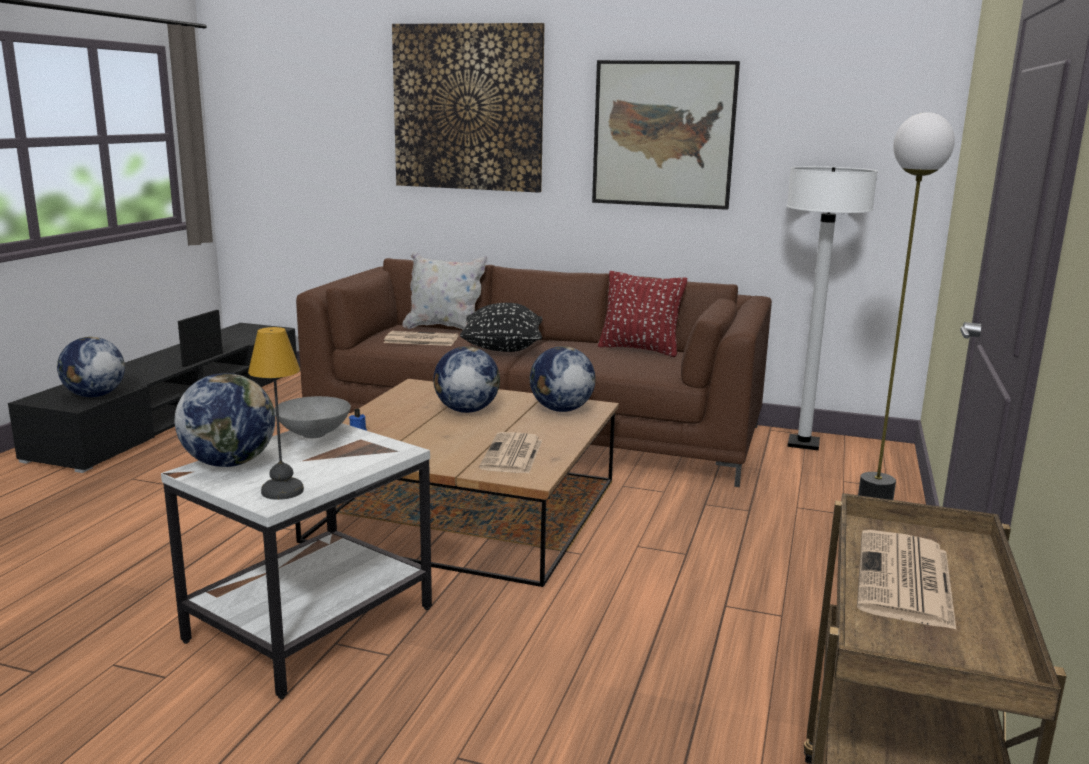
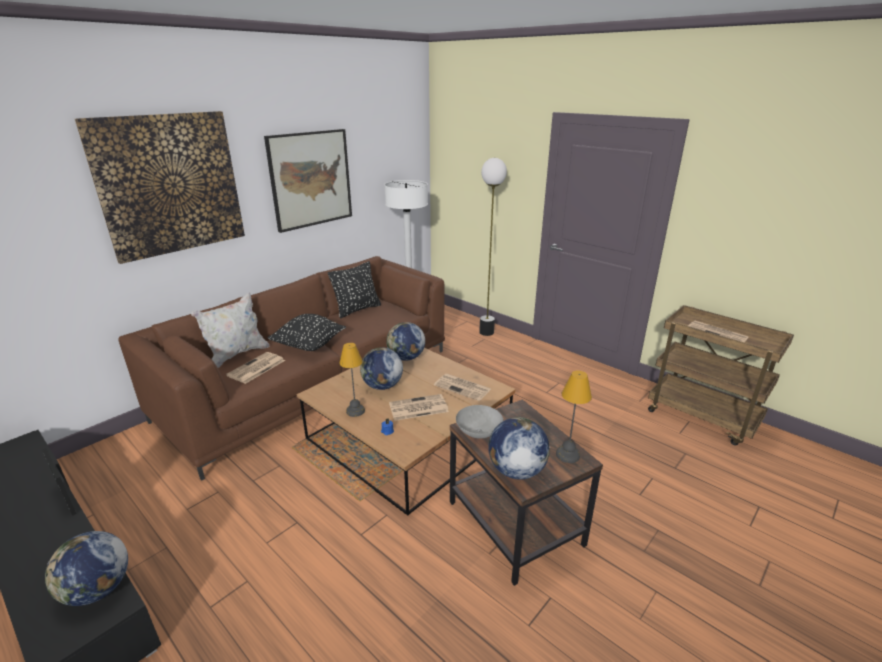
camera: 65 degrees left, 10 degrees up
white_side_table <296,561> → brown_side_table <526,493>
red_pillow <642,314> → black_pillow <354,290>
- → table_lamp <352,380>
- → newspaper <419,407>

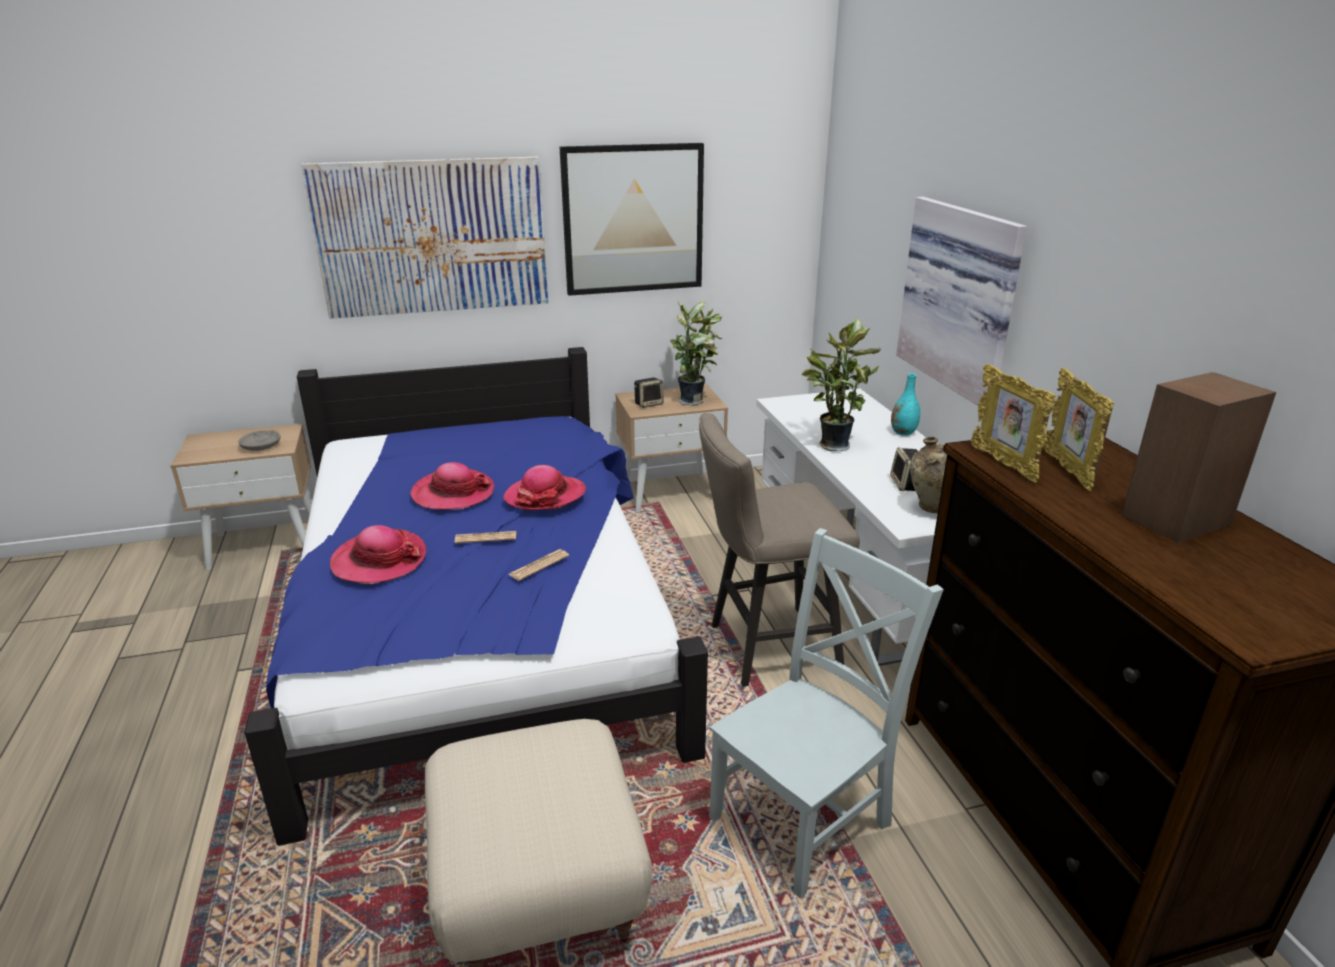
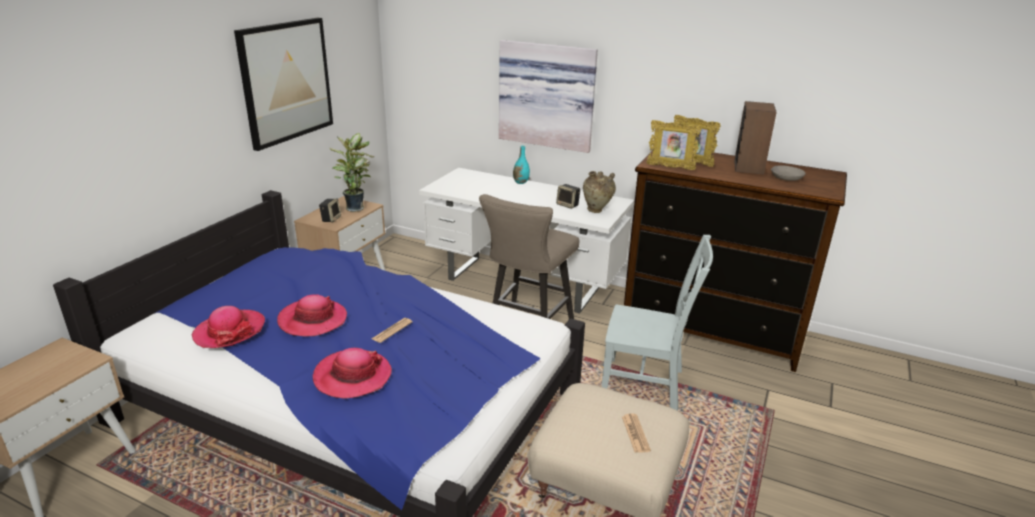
camera: 50 degrees left, 0 degrees up
grey_bowl <259,440> → grey_bowl <788,173>, moved
picture <424,238> → -
hat <544,487> → hat <228,327>, moved
newspaper <539,565> → newspaper <636,433>, moved
grey_chair <826,713> → grey_chair <657,323>, 105 degrees clockwise
potted_plant <841,384> → -

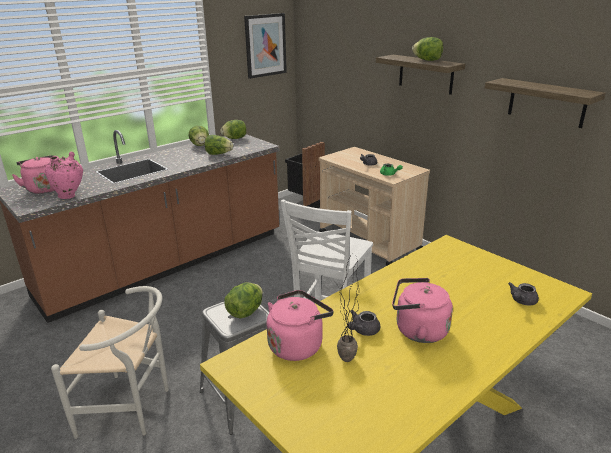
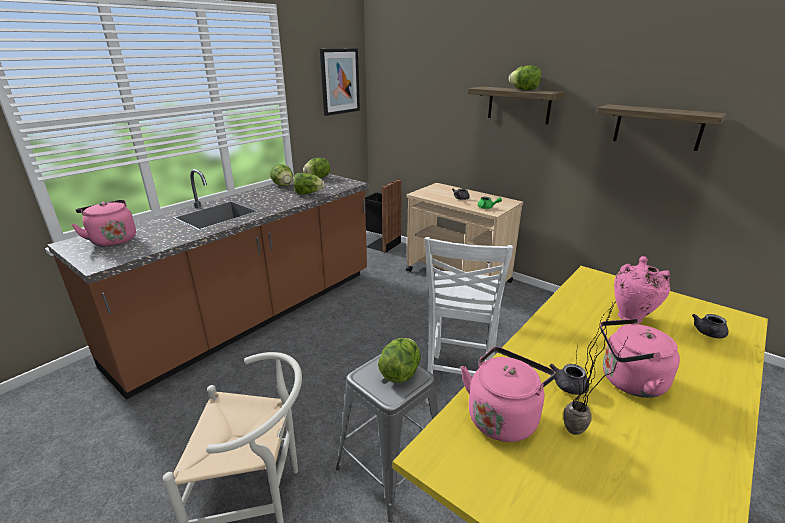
camera: 10 degrees left, 0 degrees up
pink_vase <64,175> → pink_vase <642,290>, moved

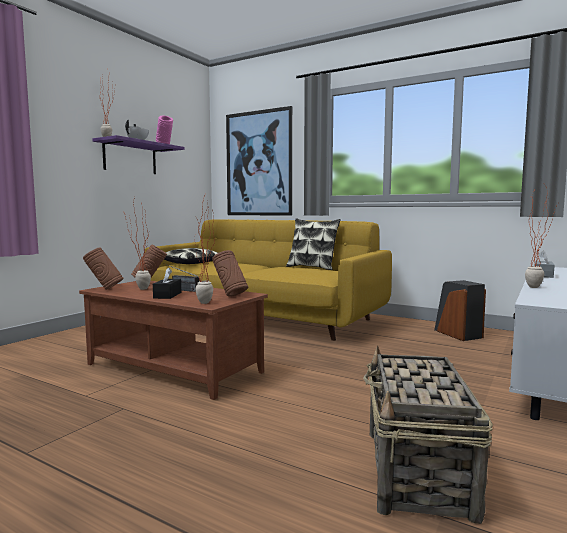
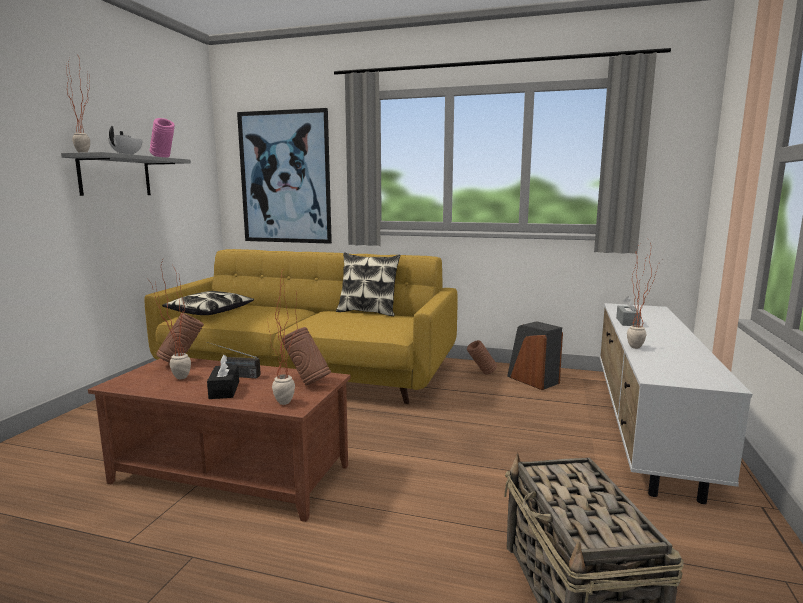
camera: 15 degrees left, 5 degrees up
brown_vase <103,268> → brown_vase <482,357>, moved
purple_shelf <138,154> → grey_shelf <126,174>

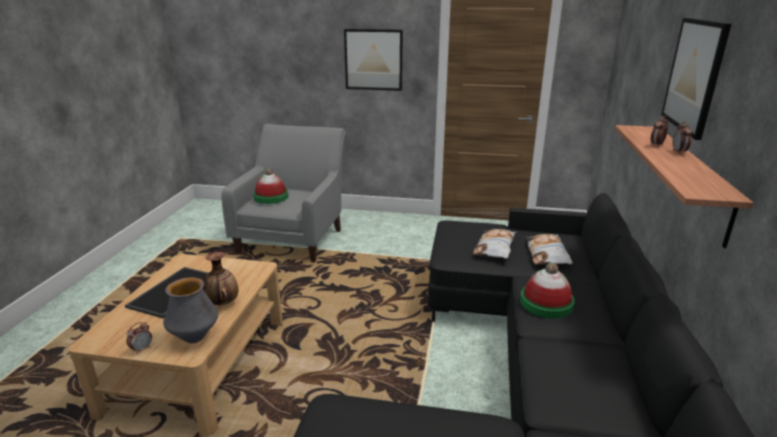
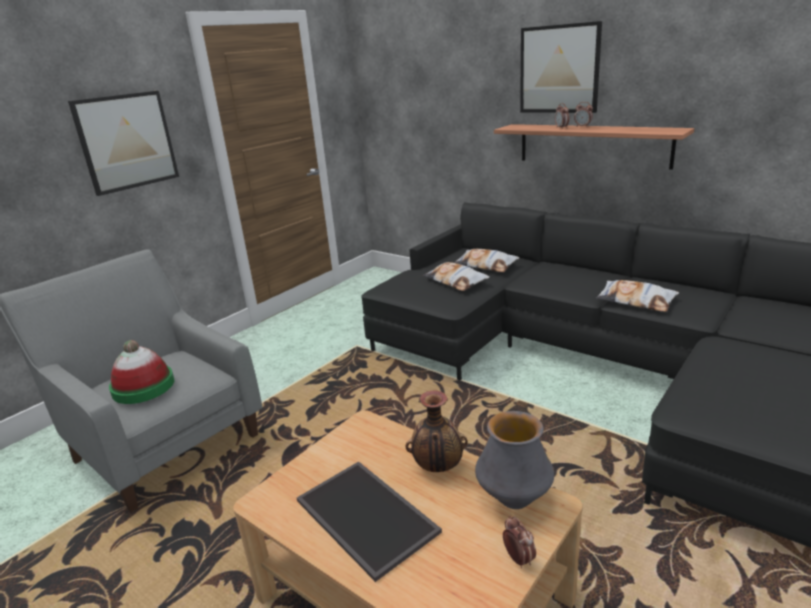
camera: 60 degrees left, 0 degrees up
hat <547,290> → -
- → pillow <637,296>

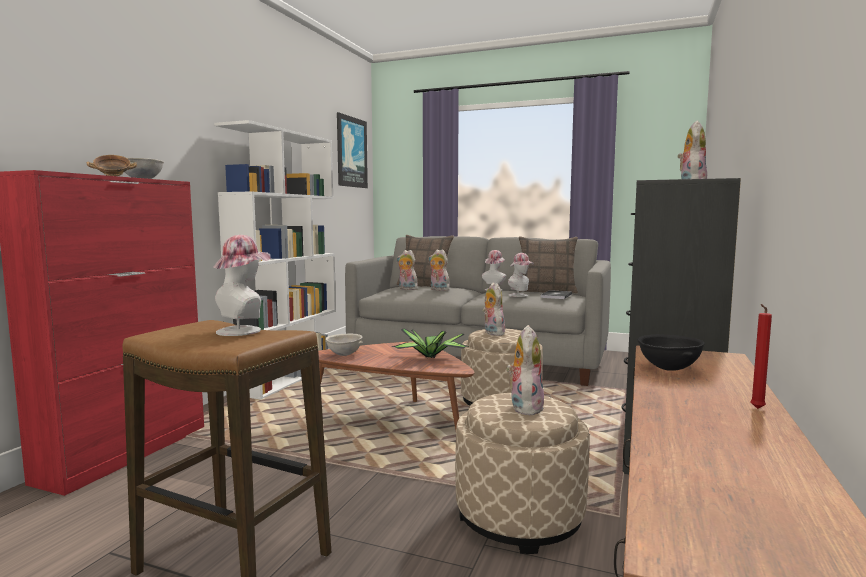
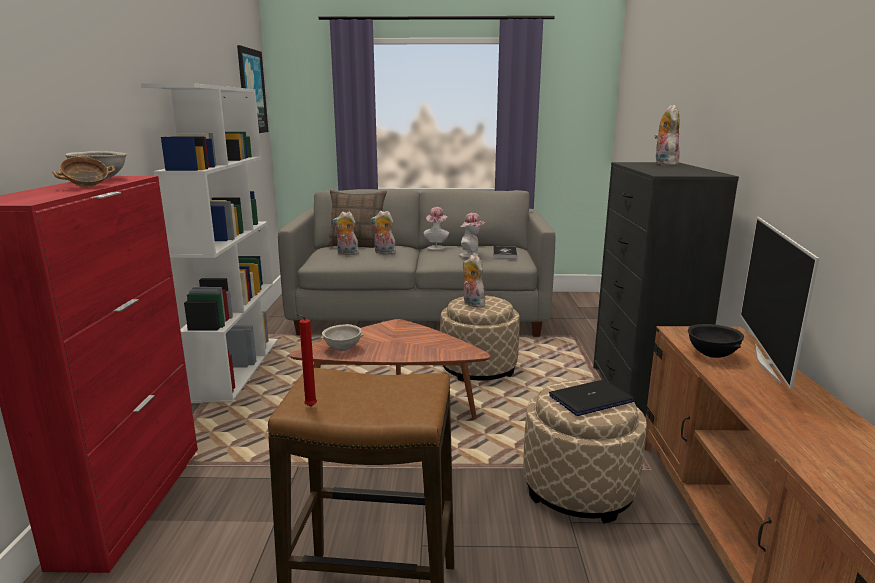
camera: 20 degrees left, 10 degrees up
hat <241,285> → -
potted_plant <431,344> → -
plush_toy <525,370> → laptop <591,398>
pillow <548,265> → -
red_candle <761,356> → red_candle <306,360>, moved
- → television <779,303>

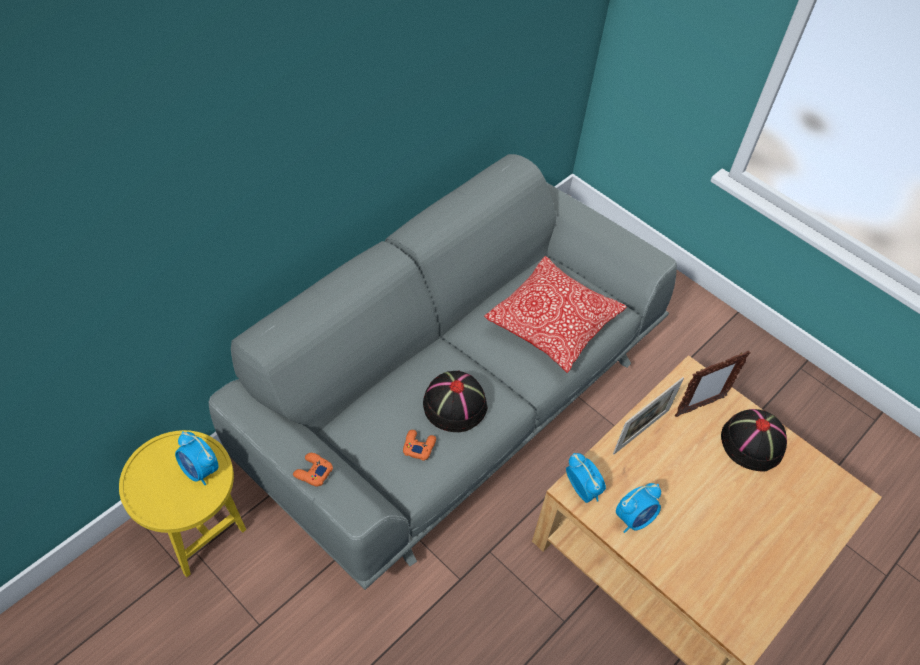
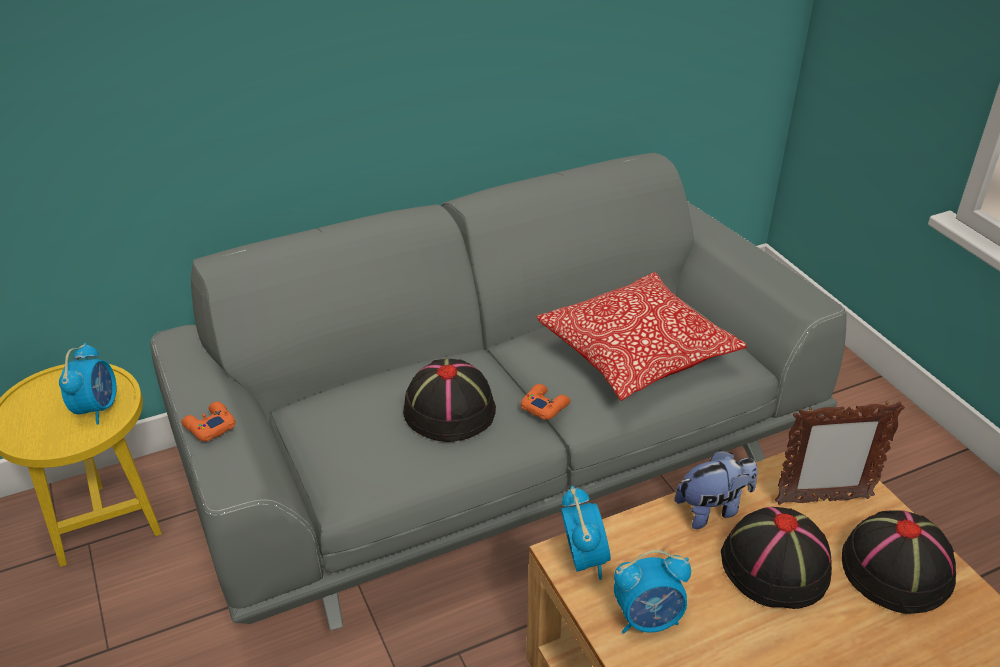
camera: 25 degrees right, 15 degrees down
alarm_clock <196,458> → alarm_clock <87,384>, 150 degrees counterclockwise
orange_game_controller <419,445> → orange_game_controller <546,402>, moved
picture_frame <648,415> → plush_toy <716,489>
- → black_hat <776,558>

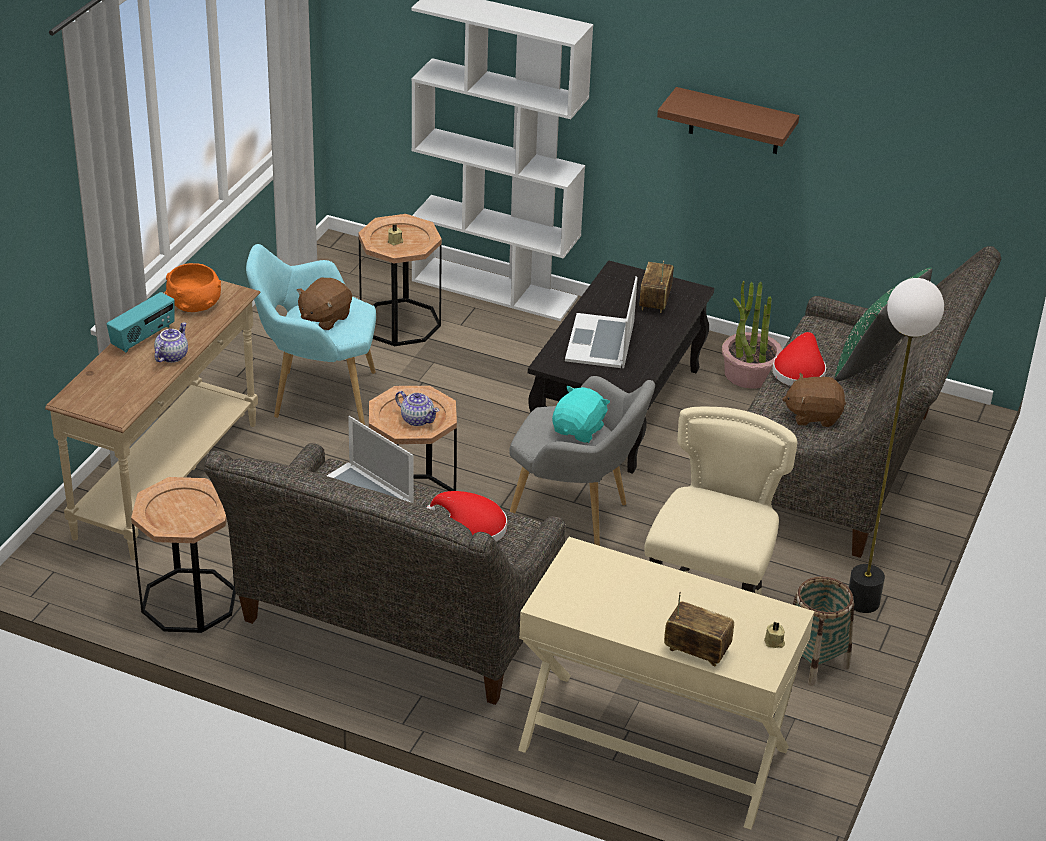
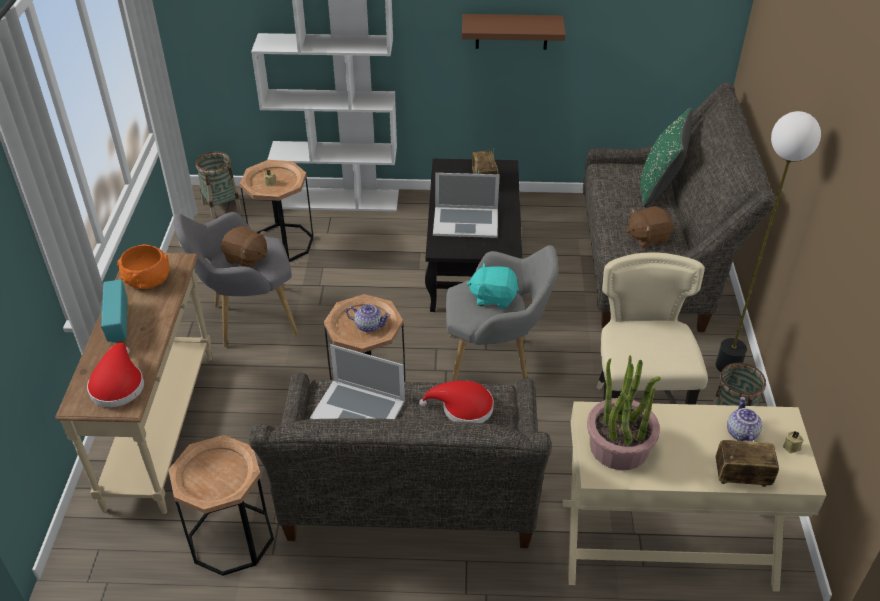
camera: 20 degrees left, 5 degrees up
radio <141,322> → radio <114,311>, 150 degrees clockwise
teapot <171,342> → teapot <744,419>, moved
turquoise_armchair <311,334> → grey_armchair <236,279>
brown_plush_toy <324,304> → brown_plush_toy <243,247>, 75 degrees counterclockwise
turquoise_plush_toy <581,414> → turquoise_plush_toy <493,285>, 90 degrees counterclockwise
laptop <601,322> → laptop <466,205>, 75 degrees counterclockwise
potted_plant <752,335> → potted_plant <624,412>, moved
red_hat <799,359> → red_hat <115,375>, moved
- → basket <218,185>

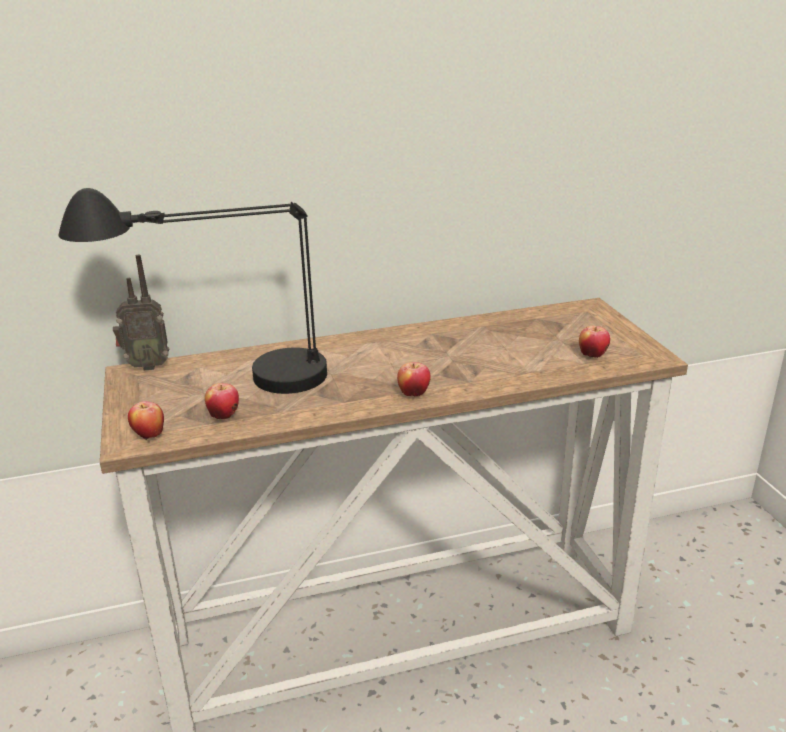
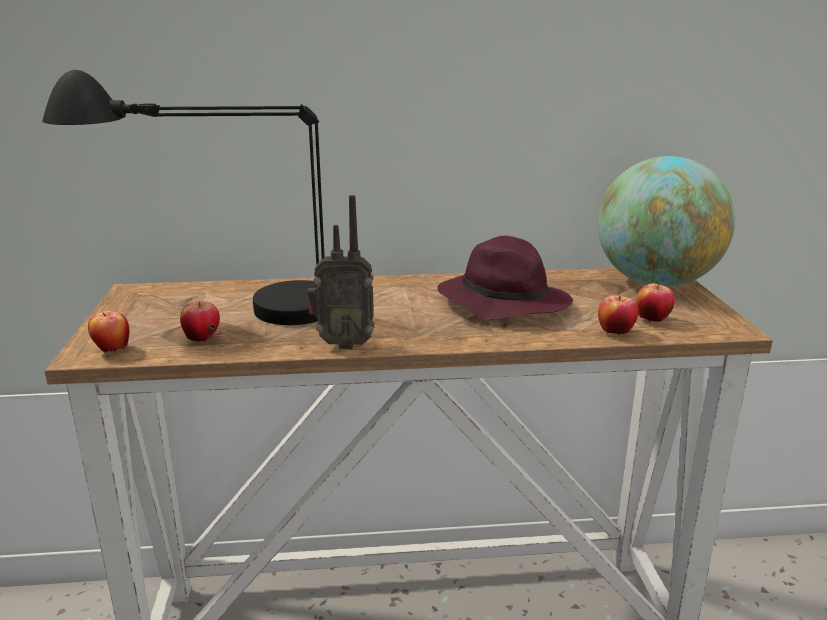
camera: 10 degrees right, 5 degrees down
radio <141,312> → radio <341,272>, moved
apple <414,379> → apple <618,315>, moved
- → purple_hat <505,278>
- → globe <666,221>

